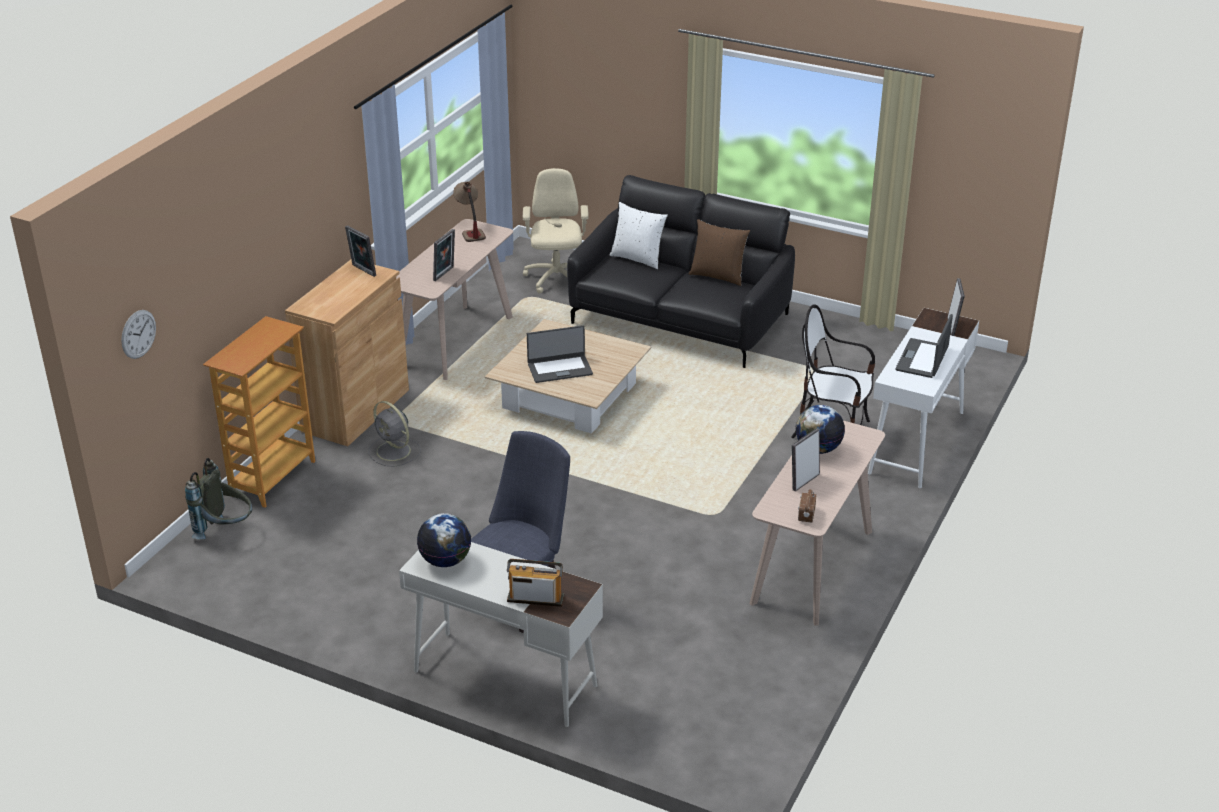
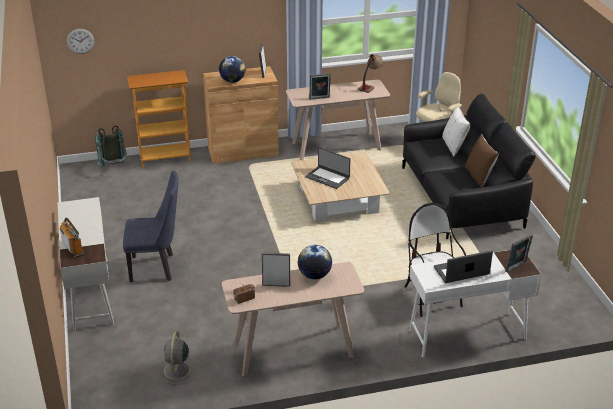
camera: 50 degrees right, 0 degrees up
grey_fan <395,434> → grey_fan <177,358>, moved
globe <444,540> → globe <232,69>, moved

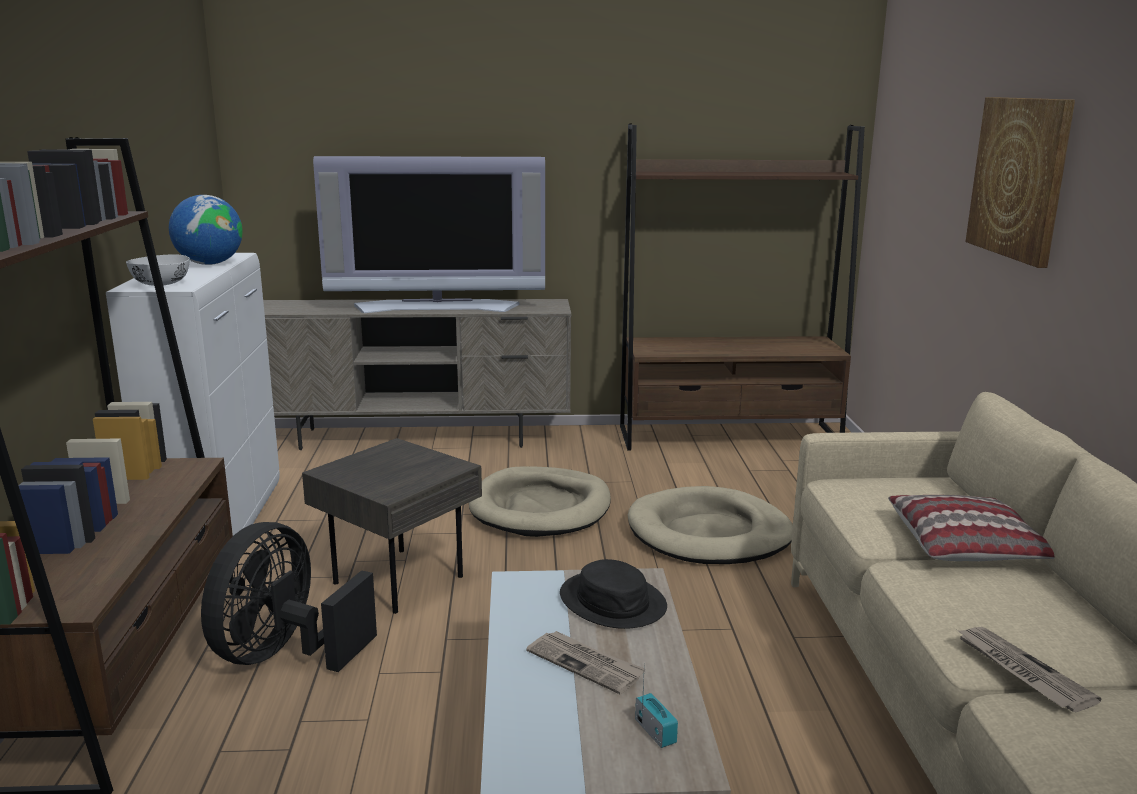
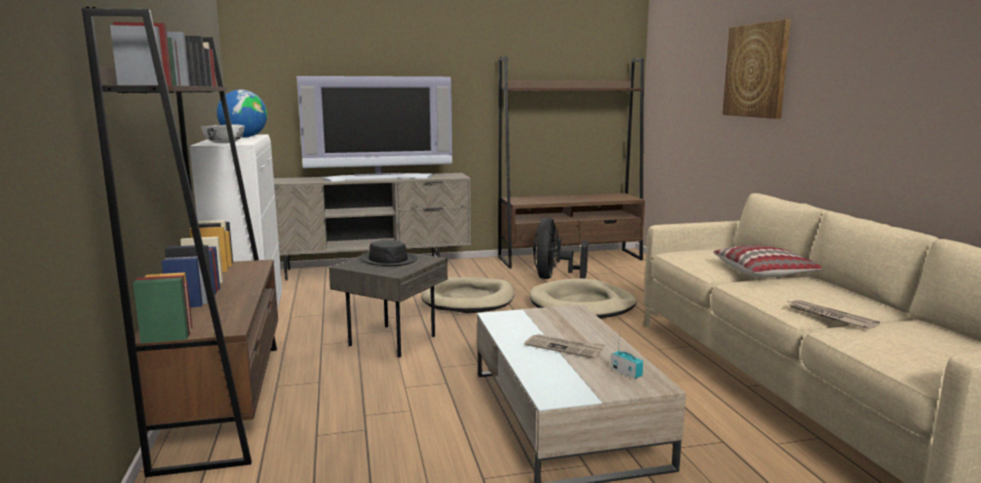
camera: 10 degrees left, 5 degrees down
black_fan <289,597> → black_fan <560,248>, moved
black_hat <613,594> → black_hat <388,253>, moved

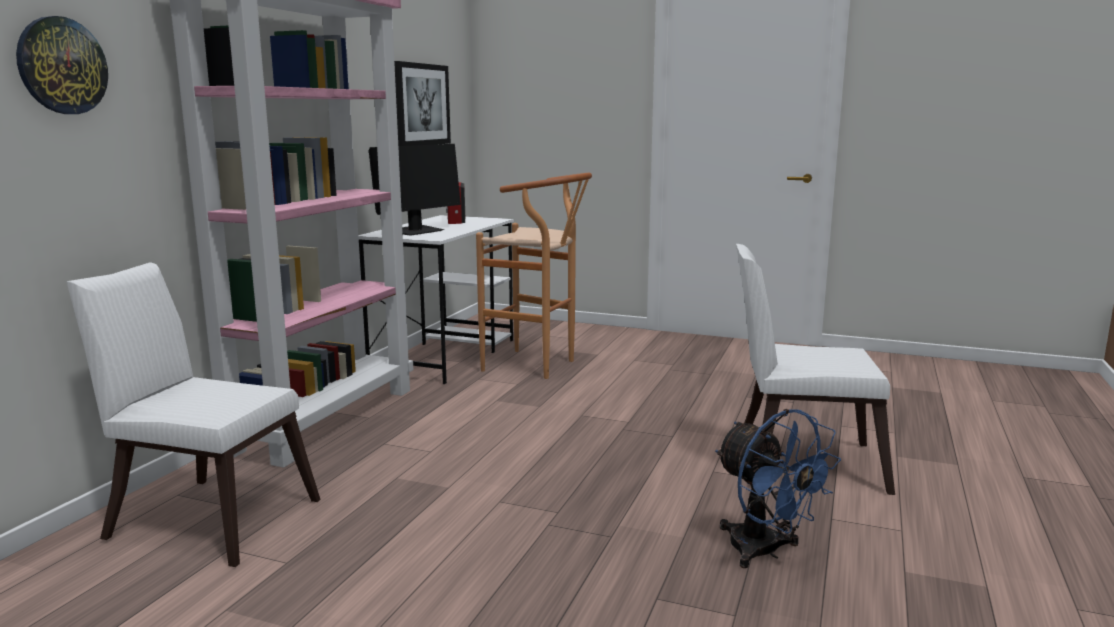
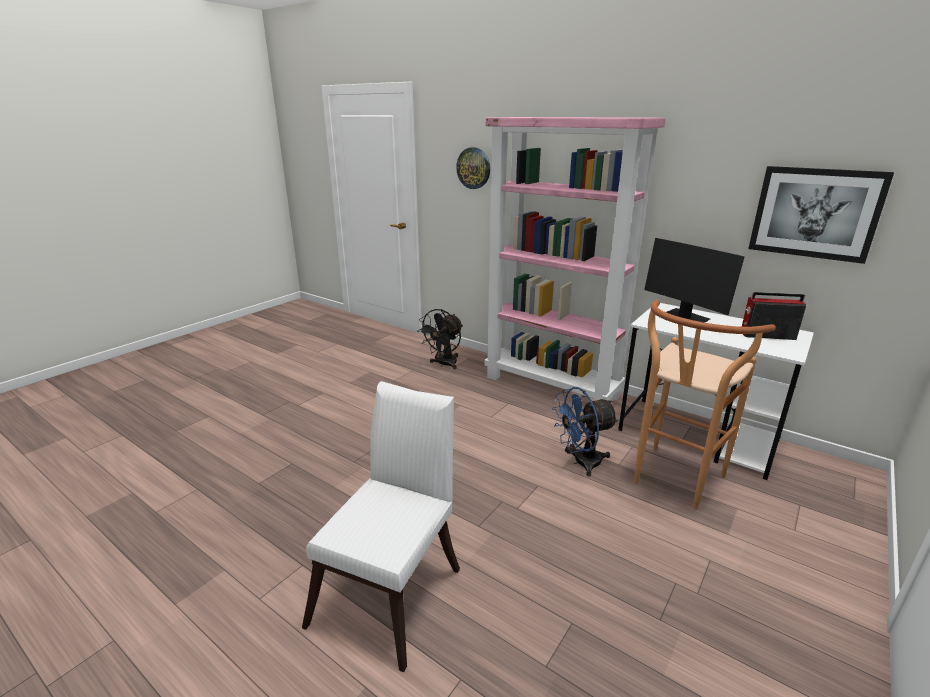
camera: 105 degrees right, 10 degrees up
white_chair <193,415> → black_fan <440,339>
blue_fan <778,488> → blue_fan <585,431>, moved

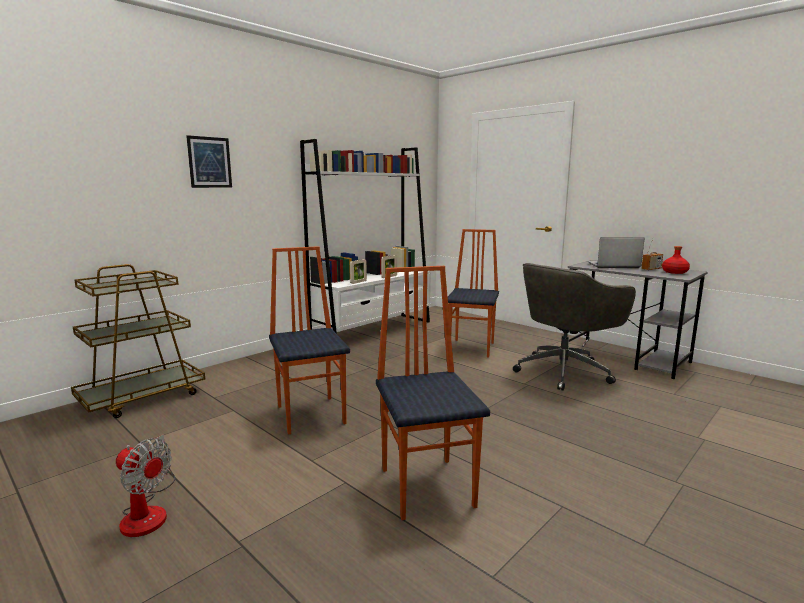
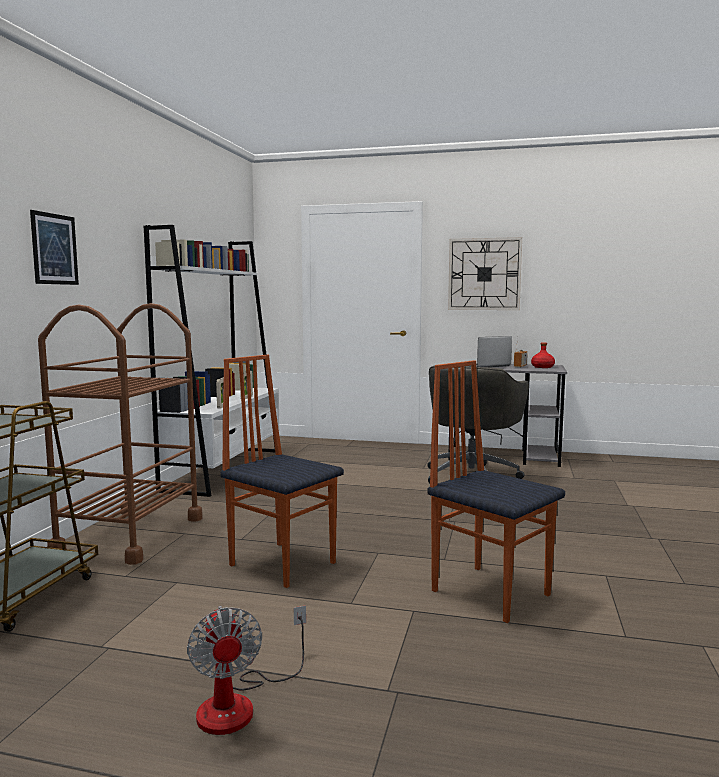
camera: 30 degrees left, 5 degrees down
fan <145,485> → fan <246,670>, 75 degrees clockwise
chair <473,293> → -
- → brown_cart <120,434>
- → wall_clock <485,273>

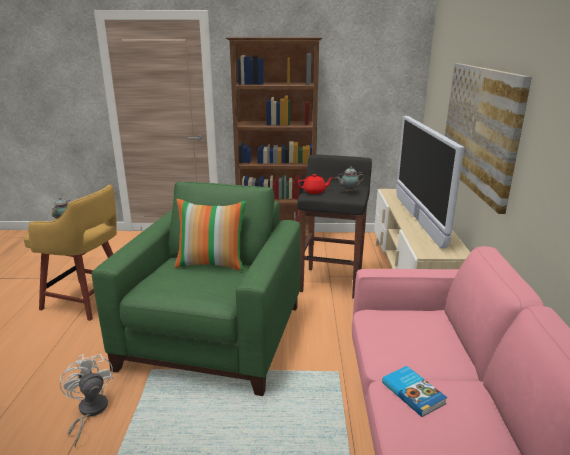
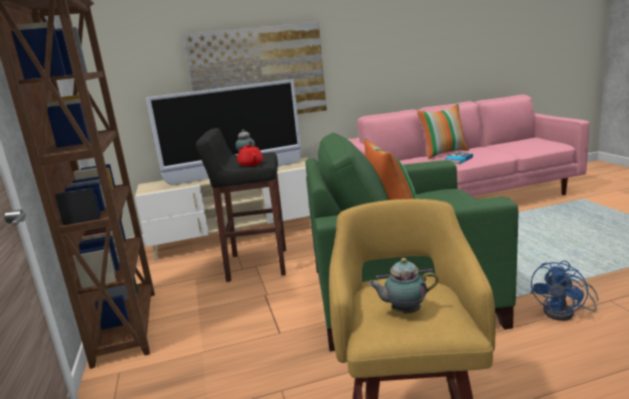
camera: 105 degrees left, 5 degrees down
white_fan <86,400> → blue_fan <564,291>
- → pillow <443,131>

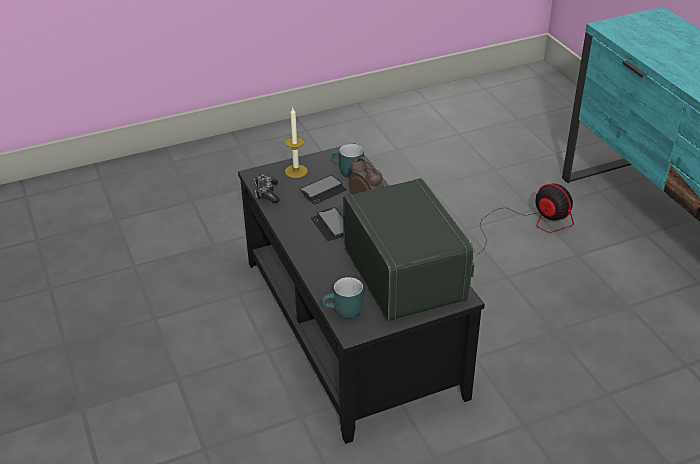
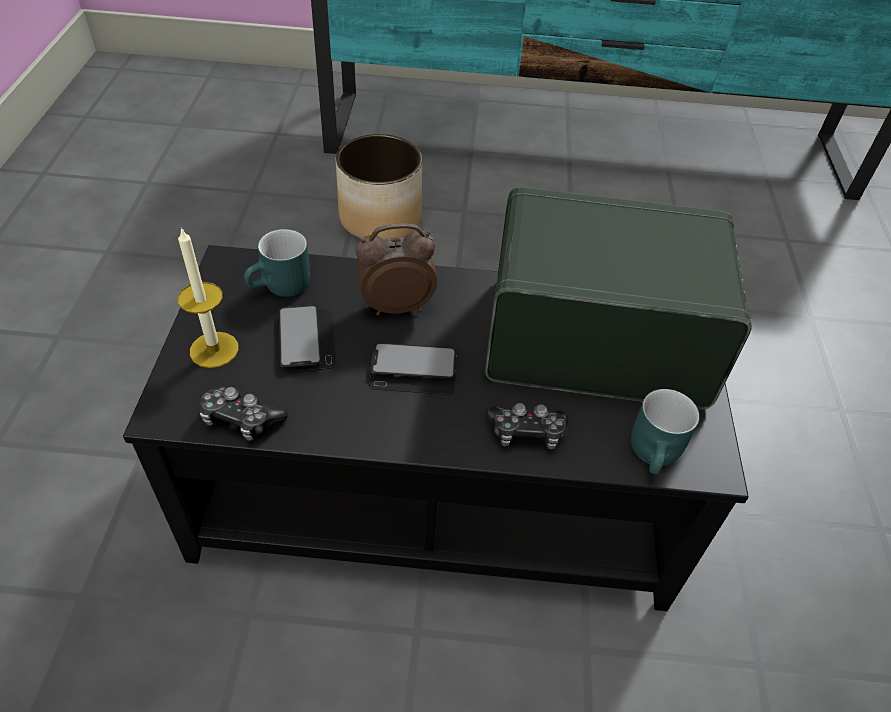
camera: 65 degrees left, 10 degrees up
fan <525,219> → planter <379,187>
- → game_controller <527,426>

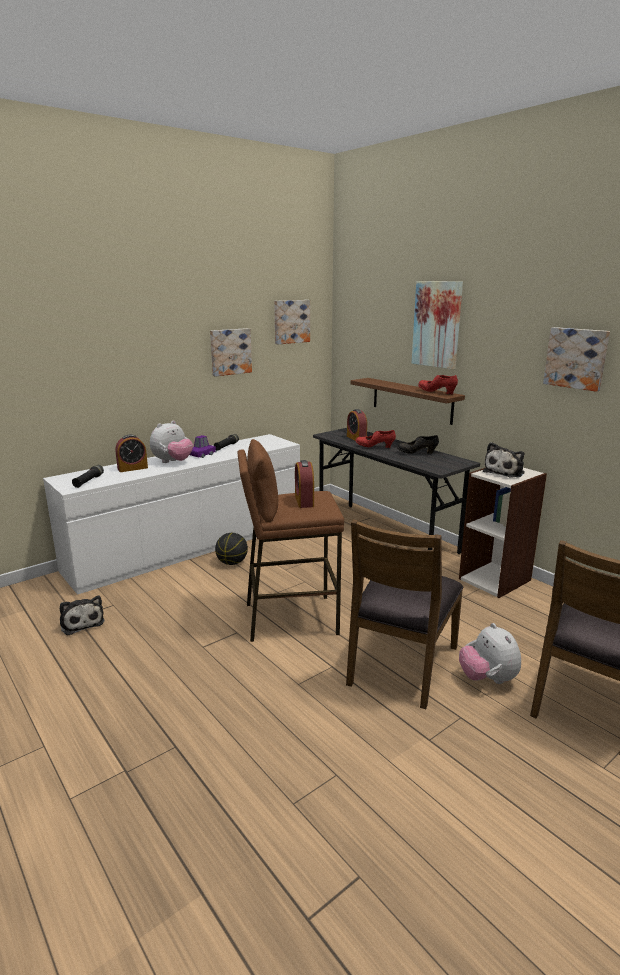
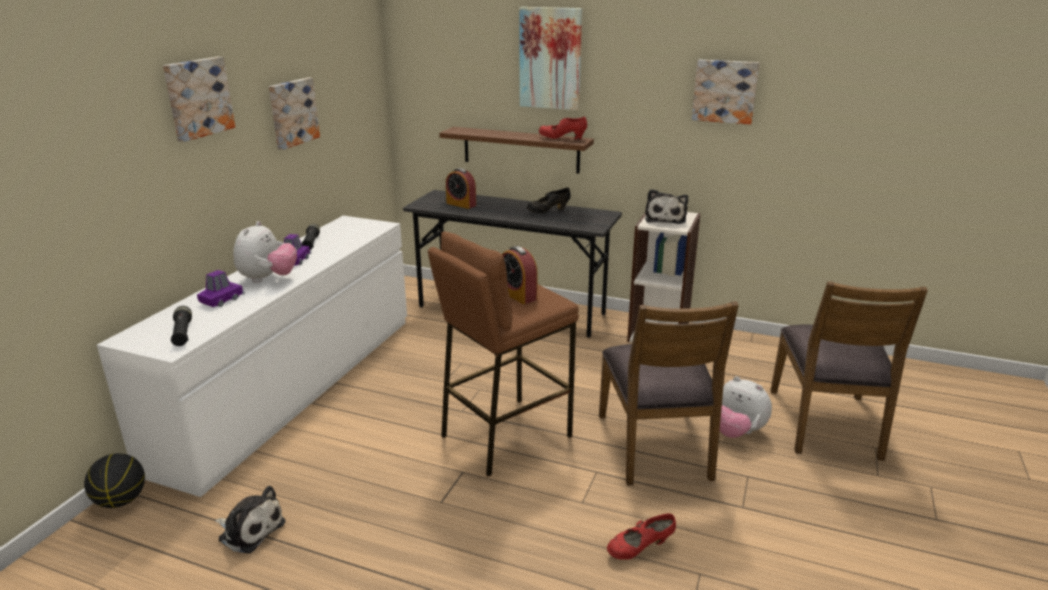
camera: 30 degrees left, 5 degrees up
alarm_clock <131,453> → purple_toy_car <221,288>
basketball <231,549> → basketball <114,480>, moved
picture <292,322> → picture <199,99>, moved
red_shoe <376,439> → red_shoe <641,537>, moved

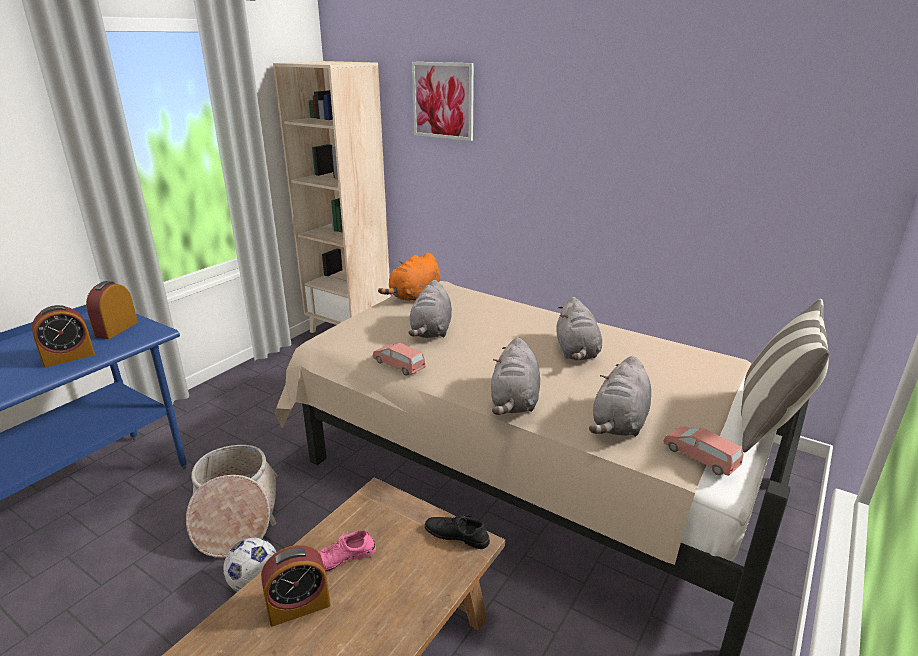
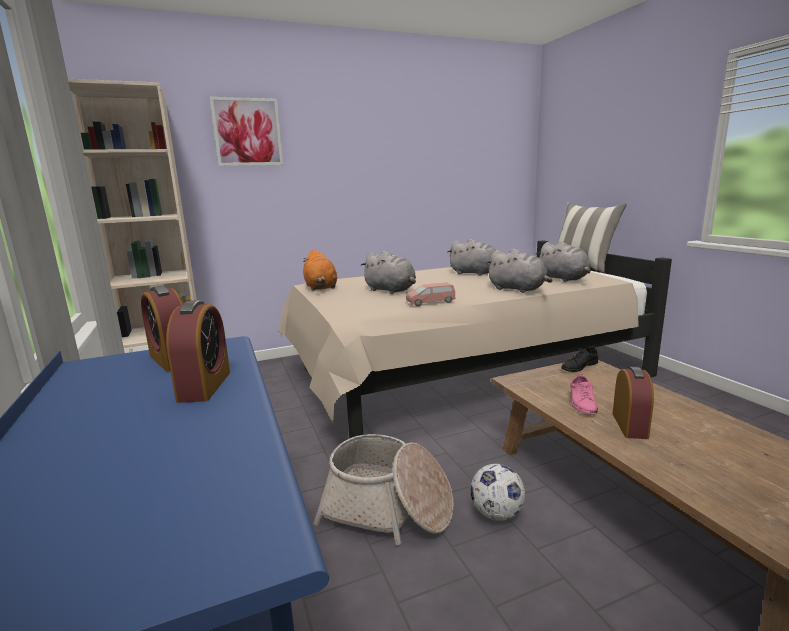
camera: 55 degrees left, 10 degrees down
pink_toy_car <703,451> → -

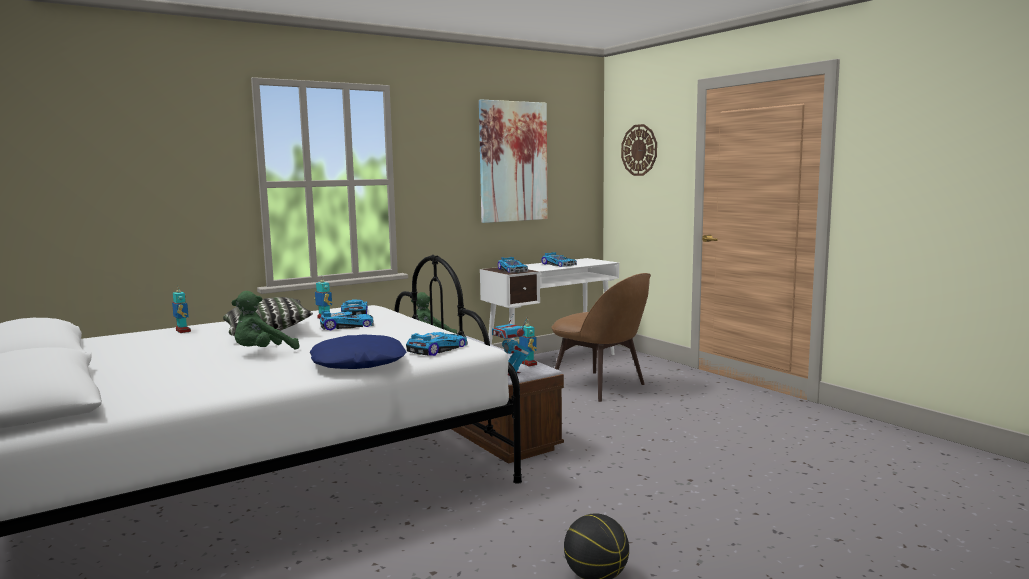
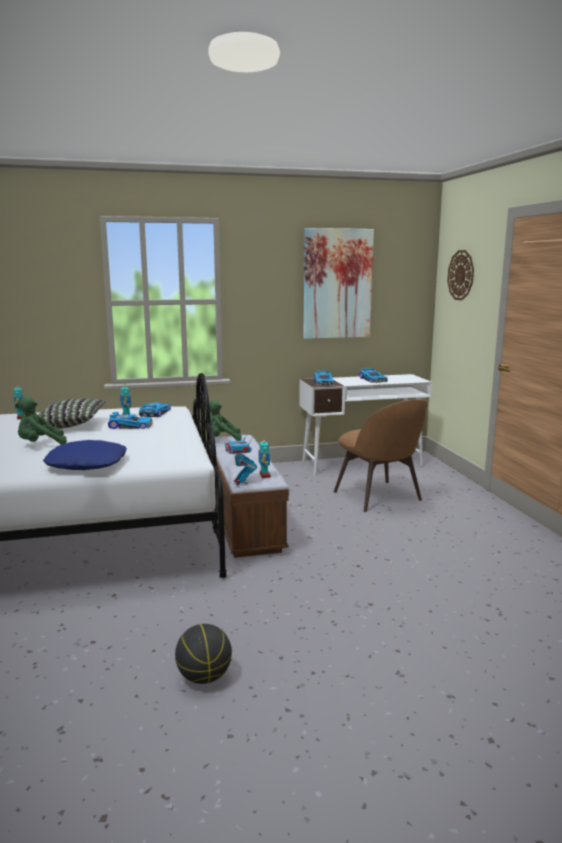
camera: 20 degrees right, 5 degrees up
toy_car <437,344> → -

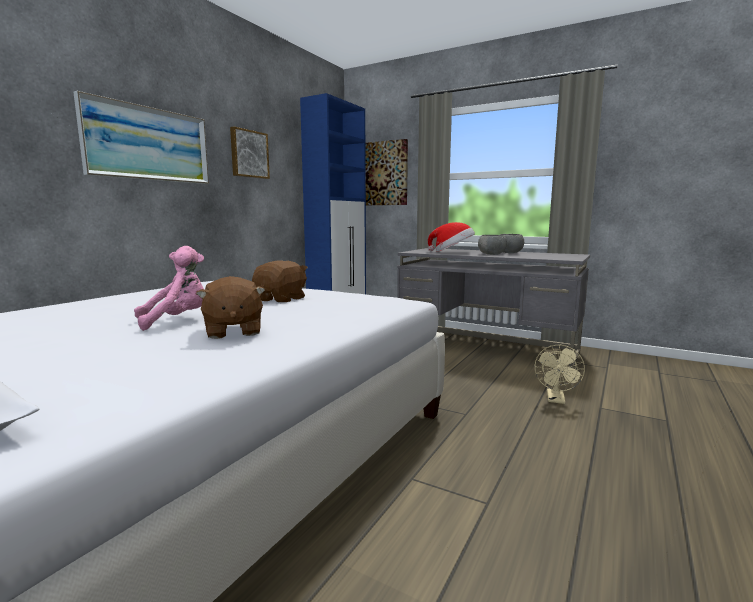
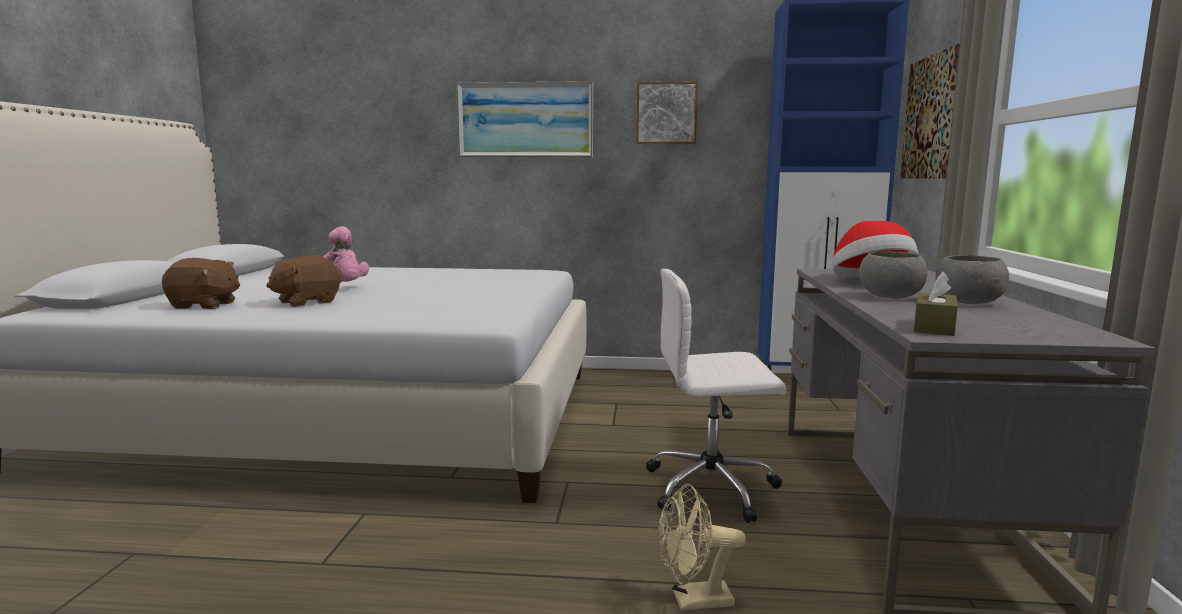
camera: 65 degrees right, 0 degrees up
brown_plush_toy <280,281> → brown_plush_toy <201,283>, moved
- → white_office_chair <716,396>
- → brown_tissue_box <936,304>

